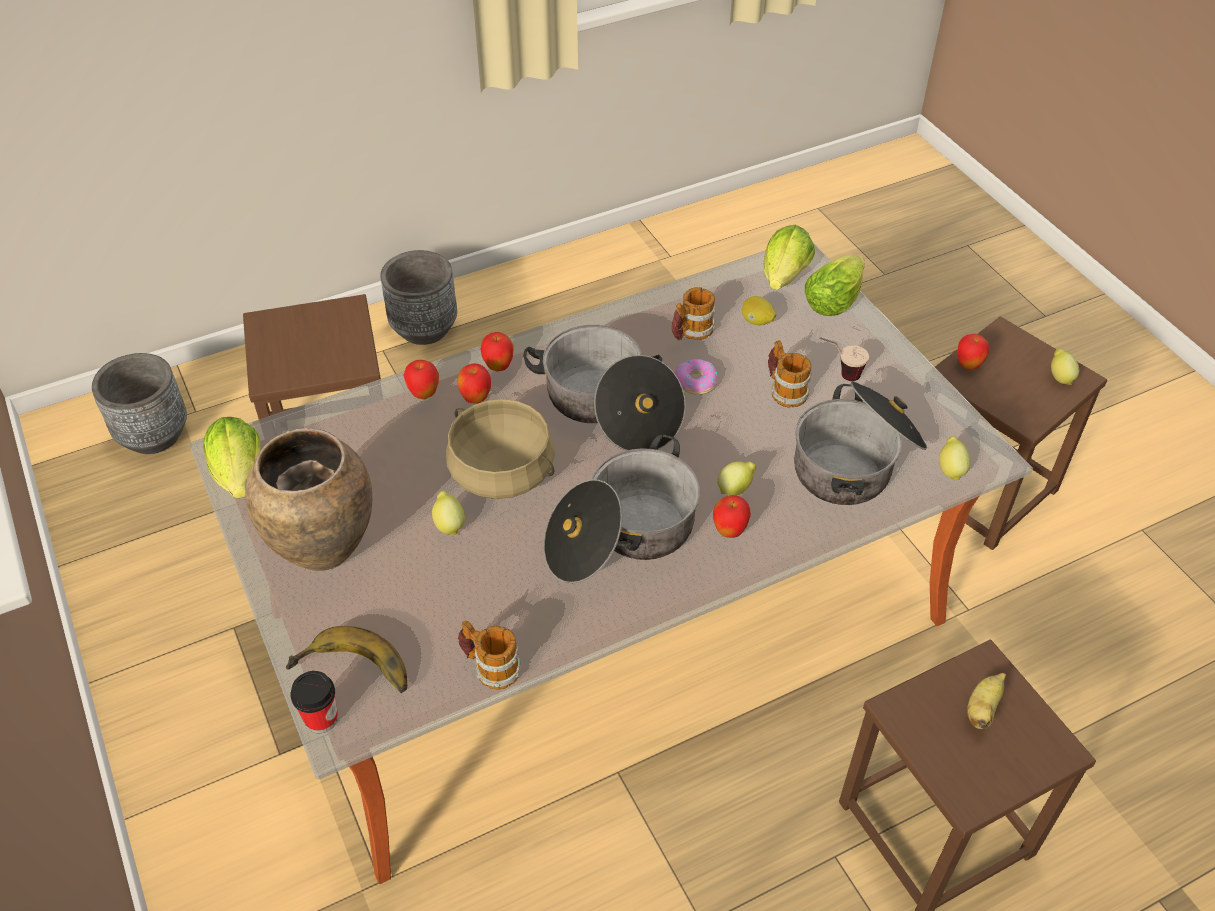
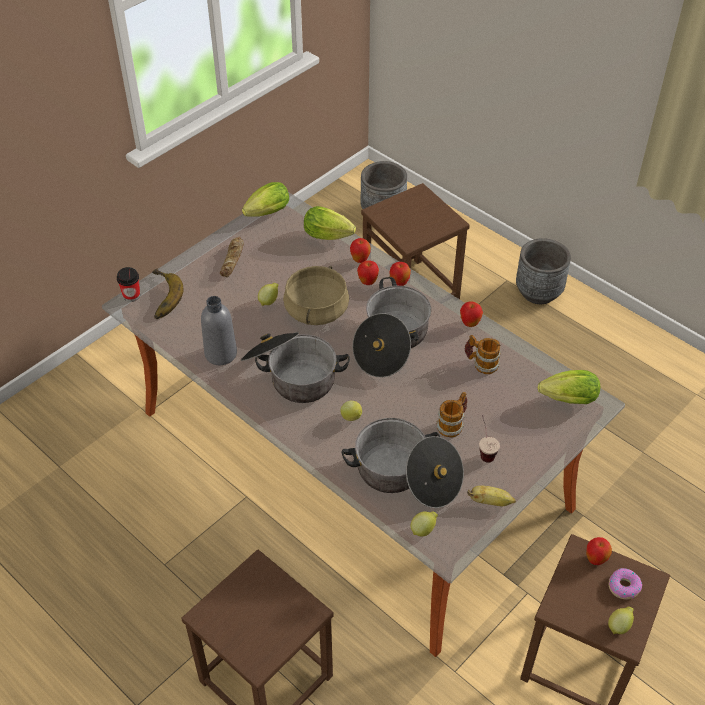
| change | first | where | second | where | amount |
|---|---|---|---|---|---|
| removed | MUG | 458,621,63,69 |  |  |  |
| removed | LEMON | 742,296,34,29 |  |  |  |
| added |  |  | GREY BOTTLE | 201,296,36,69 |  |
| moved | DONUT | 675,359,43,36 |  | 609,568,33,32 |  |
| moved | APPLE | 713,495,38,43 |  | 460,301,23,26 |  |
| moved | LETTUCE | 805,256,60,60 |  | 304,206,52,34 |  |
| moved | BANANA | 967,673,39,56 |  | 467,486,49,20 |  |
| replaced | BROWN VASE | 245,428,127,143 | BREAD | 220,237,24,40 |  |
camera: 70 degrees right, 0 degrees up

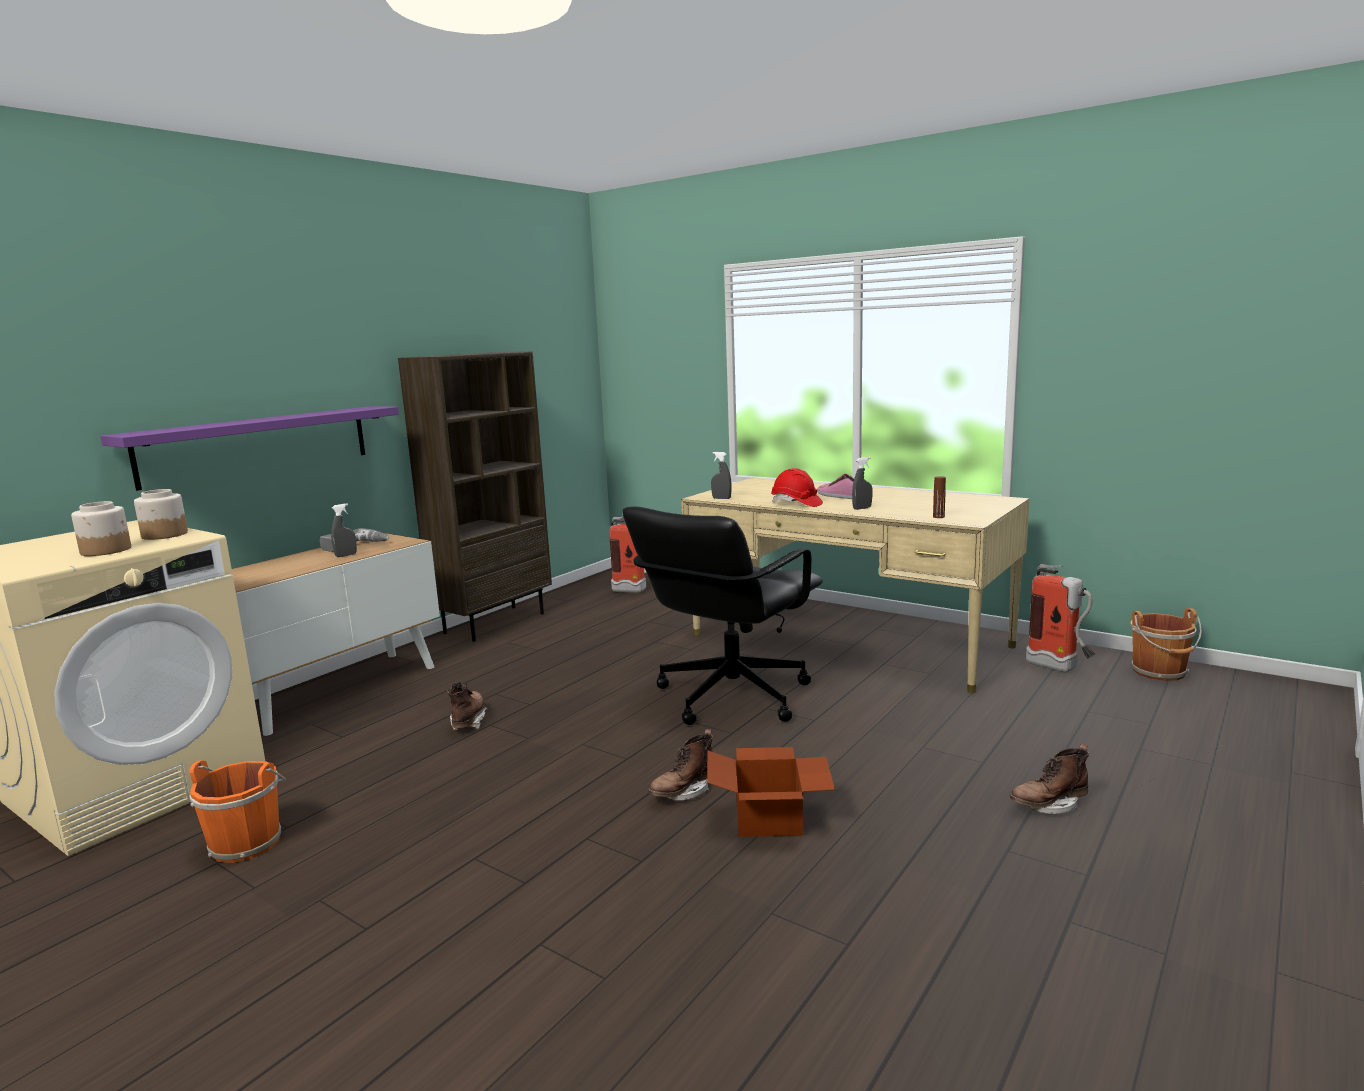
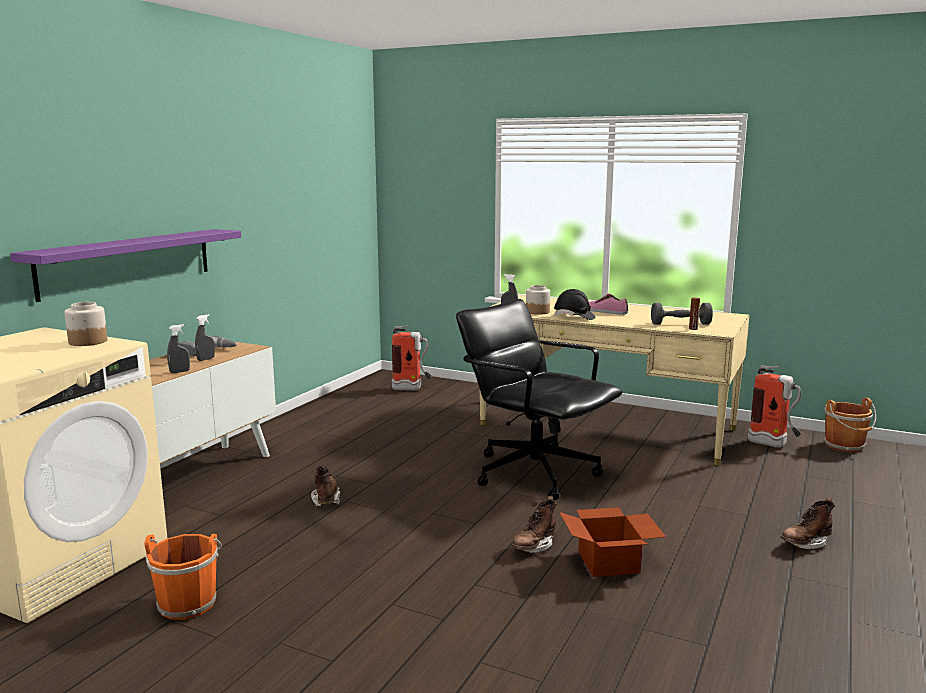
| change | first | where | second | where | amount |
|---|---|---|---|---|---|
| removed | BROWN BOOKCASE | 398,351,154,291 |  |  |  |
| added |  |  | GREY DUMBBELL | 651,303,62,21 |  |
| moved | JAR | 71,501,60,55 |  | 526,285,24,30 |  |
| moved | GREY SPRAY BOTTLE | 852,457,21,53 |  | 167,324,23,49 |  |
| recoloured | RED HARD HAT | 771,468,52,39 | BLACK HARD HAT | 554,289,42,31 |  |
| turned | BLACK OFFICE CHAIR | 622,507,201,218 |  | 456,299,167,201 | 105 degrees clockwise |
camera: 10 degrees left, 0 degrees up

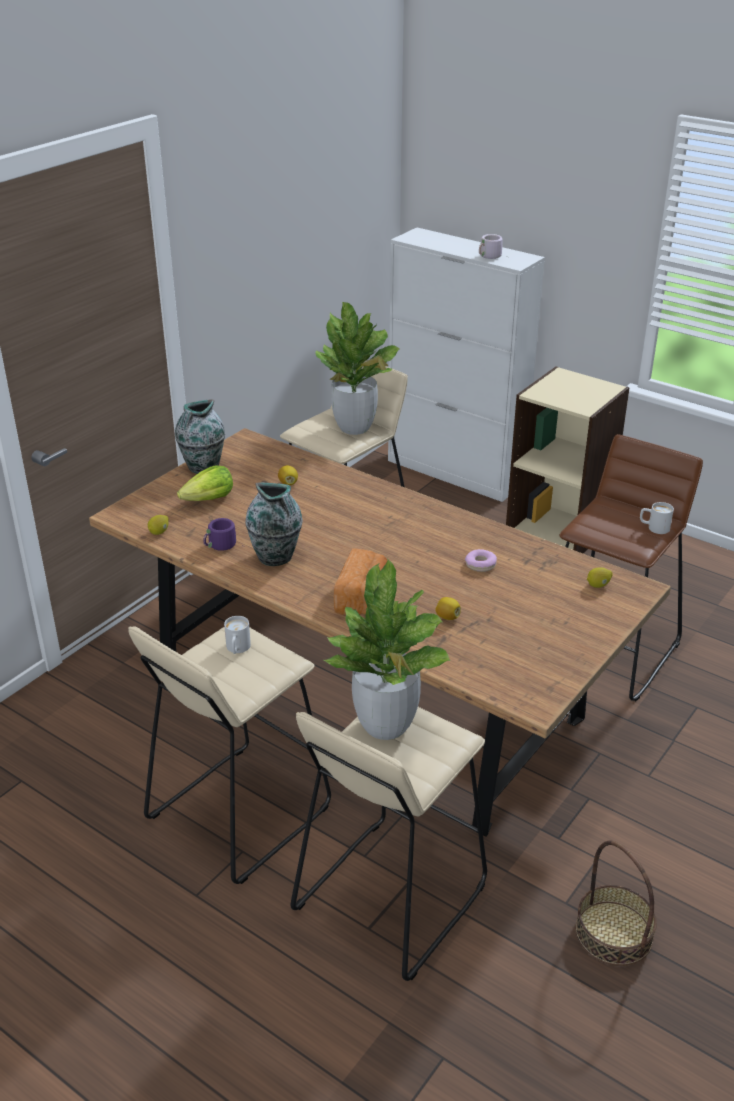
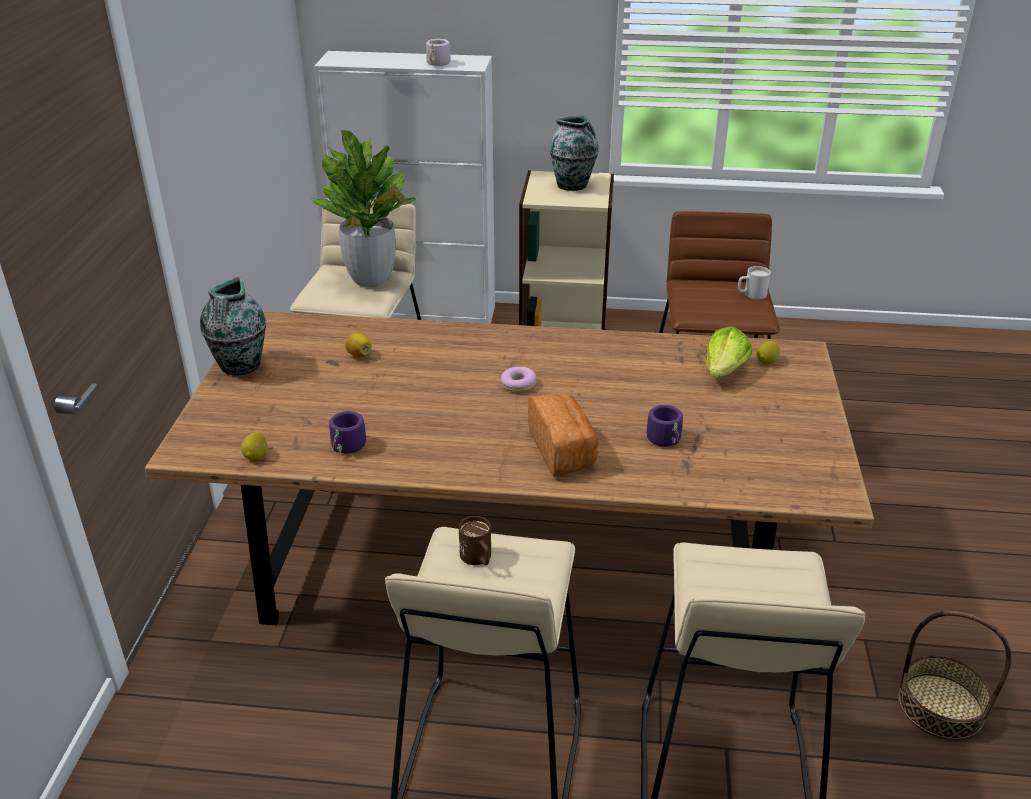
| change | first | where | second | where | amount |
|---|---|---|---|---|---|
| removed | POTTED PLANT | 322,559,128,181 |  |  |  |
| moved | LETTUCE | 177,465,56,36 |  | 705,326,47,52 |  |
| moved | VASE | 245,483,57,83 |  | 550,115,49,76 |  |
| moved | DONUT | 465,549,32,23 |  | 501,367,36,25 |  |
| replaced | LEMON | 435,597,26,23 | PURPLE MUG | 647,405,36,42 |  |
| recoloured | WHITE MUG | 224,616,27,38 | BROWN MUG | 459,516,32,49 |  |
camera: 30 degrees left, 0 degrees up

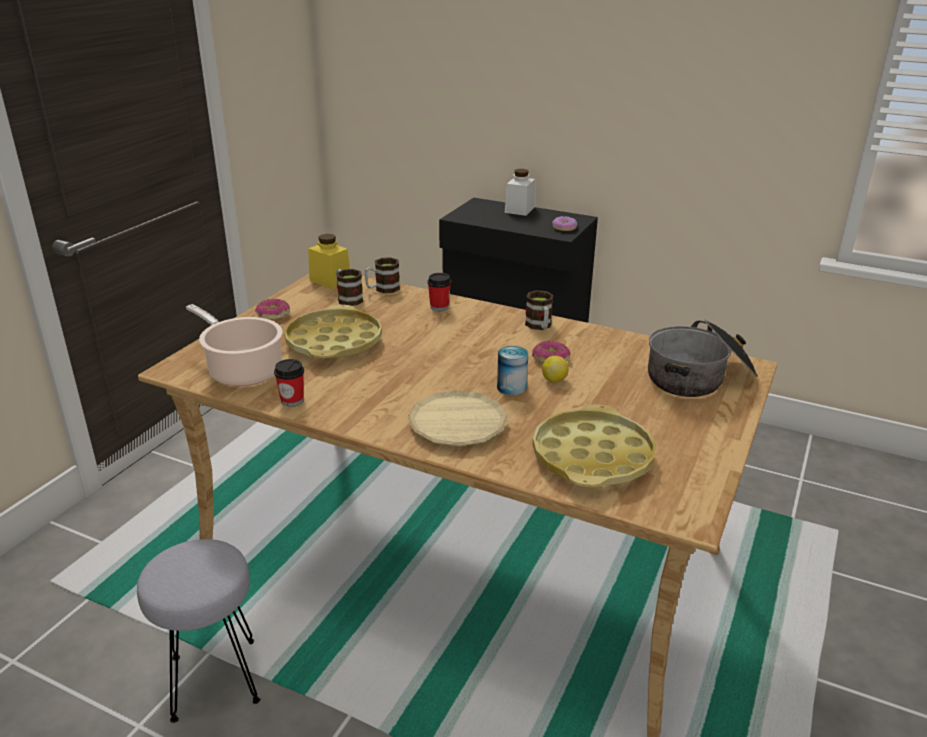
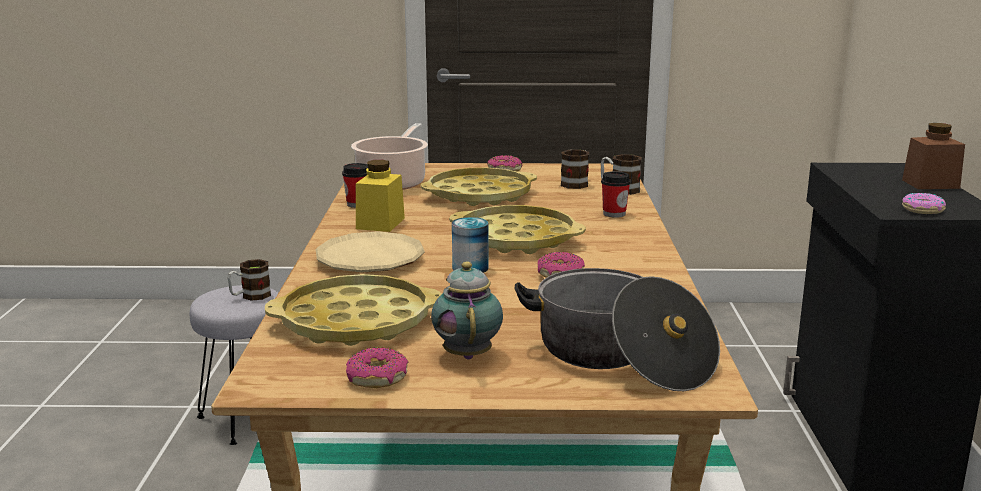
| change | first | where | second | where | amount |
|---|---|---|---|---|---|
| removed | LEMON | 542,356,27,26 |  |  |  |
| added |  |  | DONUT | 346,348,62,40 |  |
| added |  |  | TEAPOT | 431,261,72,99 |  |
| added |  |  | YELLOW TRAY | 449,205,137,49 |  |
| moved | YELLOW JAR | 308,234,42,55 |  | 356,160,49,72 |  |
| moved | MUG | 525,290,28,40 |  | 227,259,44,42 |  |
| recoloured | WHITE JAR | 505,169,30,47 | BROWN JAR | 902,123,63,66 |  |
camera: 65 degrees right, 10 degrees down

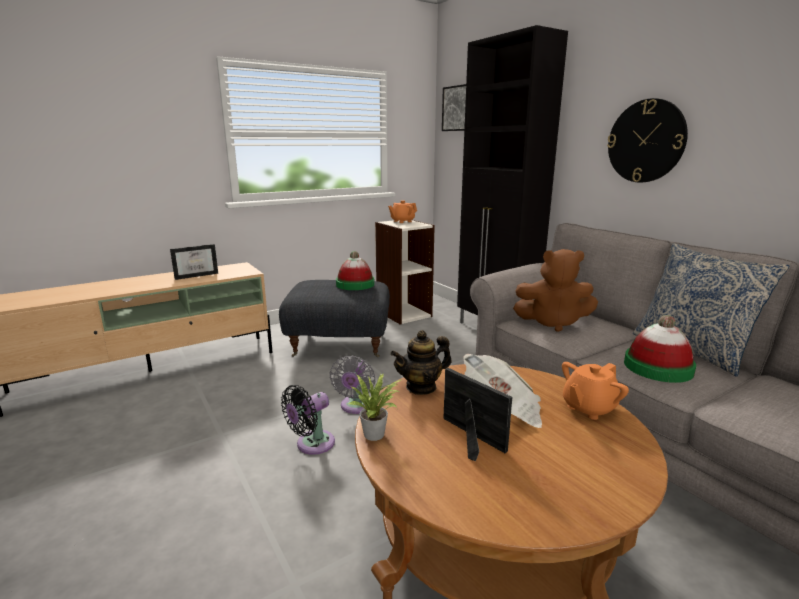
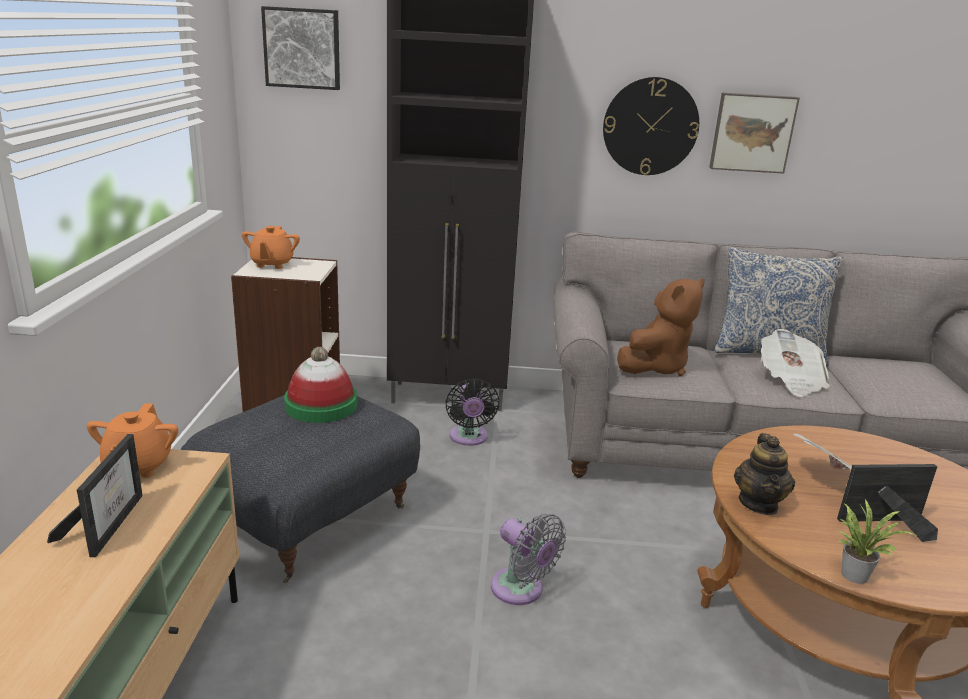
| change | first | where | second | where | amount |
|---|---|---|---|---|---|
| added |  |  | PICTURE | 709,93,91,81 |  |
| moved | BLACK FAN | 281,385,54,70 |  | 445,378,54,68 |  |
| moved | ORANGE TEAPOT | 562,362,67,58 |  | 86,403,92,75 |  |
| replaced | HAT | 624,315,72,68 | NEWSPAPER | 761,329,69,68 |  |
camera: 55 degrees left, 5 degrees up

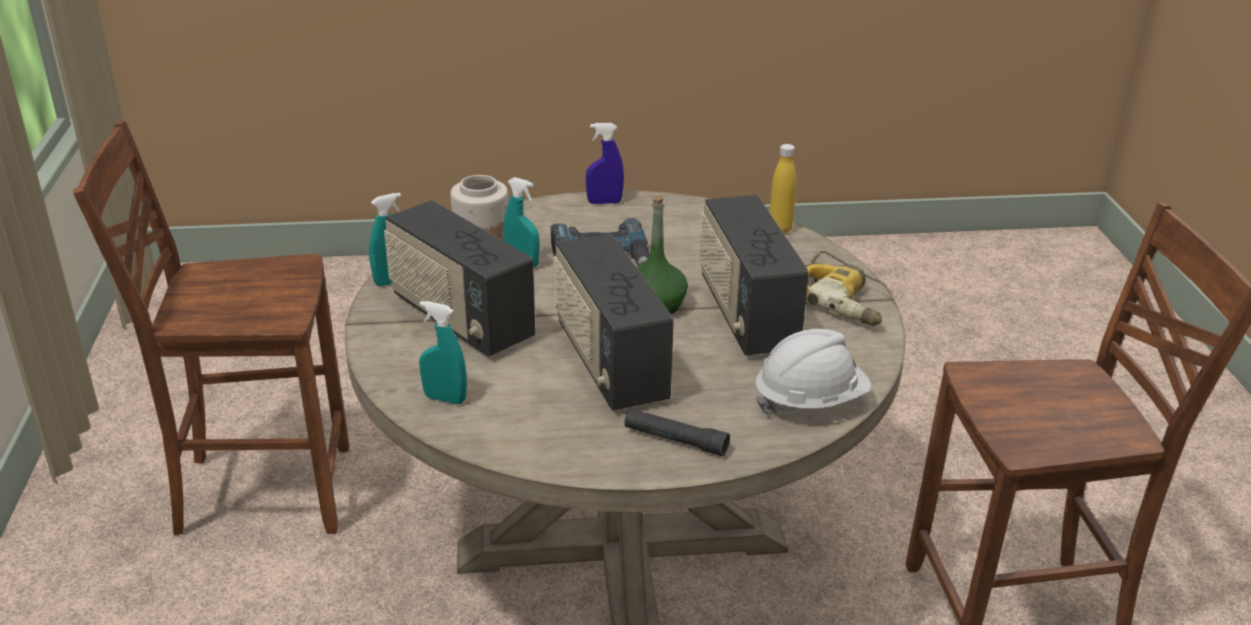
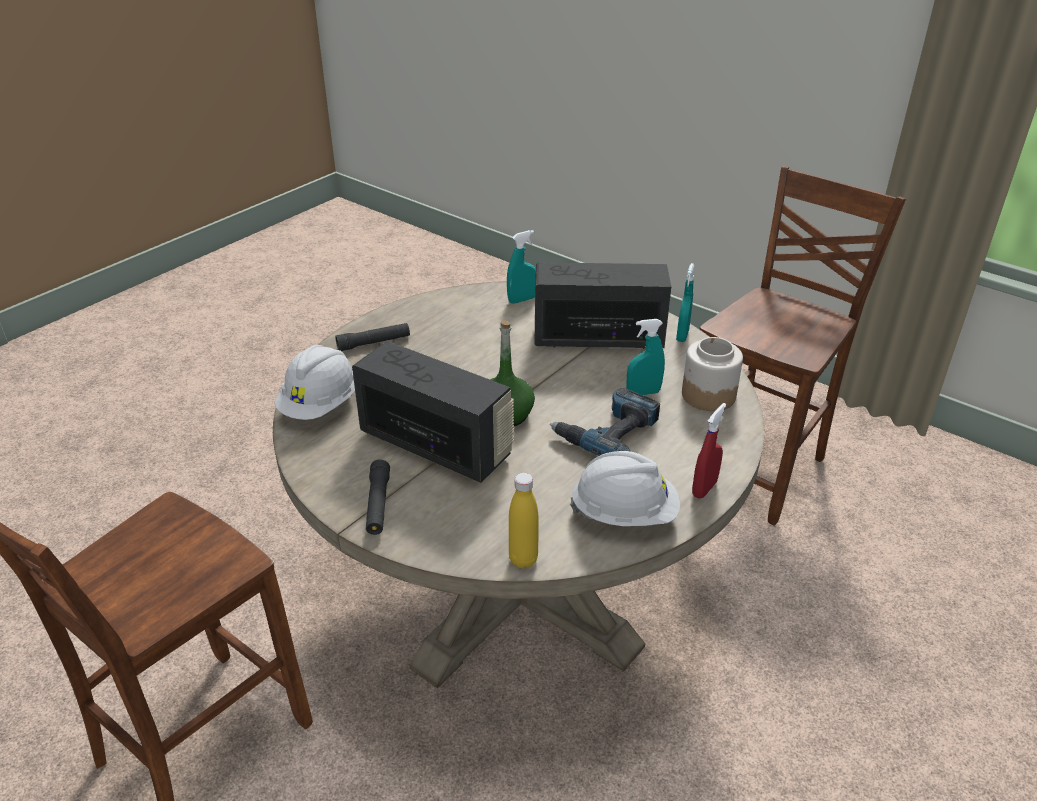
| change | first | where | second | where | amount |
|---|---|---|---|---|---|
| removed | RADIO | 554,234,120,176 |  |  |  |
| added |  |  | WHITE HARD HAT | 570,451,110,75 |  |
| replaced | POWER DRILL | 805,251,88,75 | BLACK FLASHLIGHT | 366,459,24,76 |  |
| recoloured | BLUE SPRAY BOTTLE | 586,123,38,81 | RED SPRAY BOTTLE | 692,403,34,96 |  |
camera: 135 degrees right, 5 degrees up

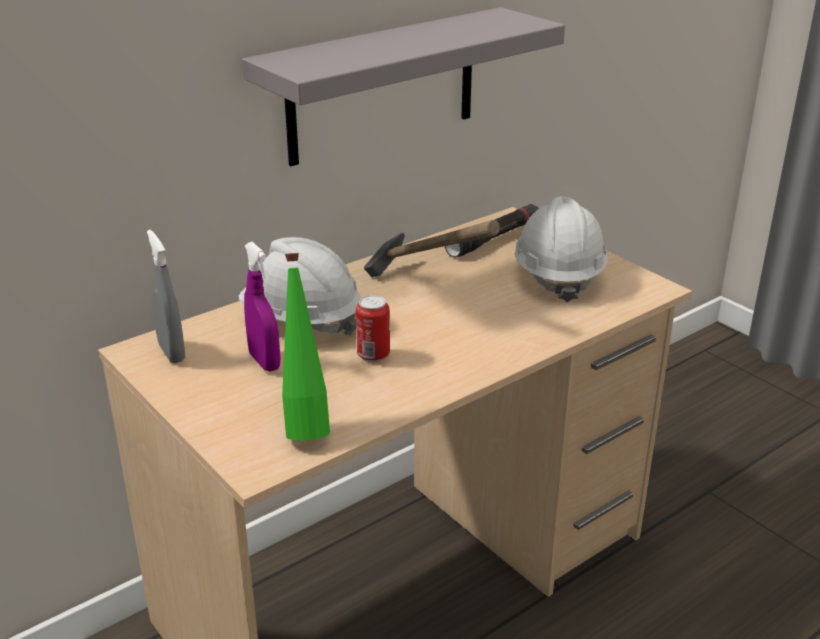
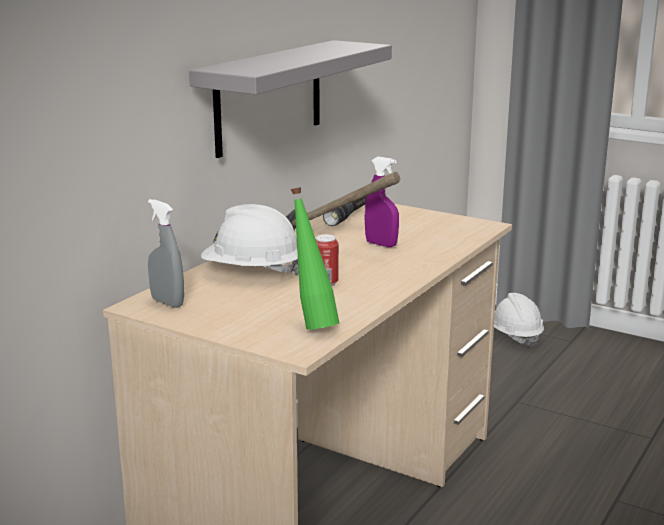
| change | first | where | second | where | amount |
|---|---|---|---|---|---|
| moved | PURPLE SPRAY BOTTLE | 244,242,36,130 |  | 365,156,34,91 |  |
| moved | WHITE HARD HAT | 515,196,93,106 |  | 494,293,50,55 |  |
camera: 20 degrees left, 10 degrees down

